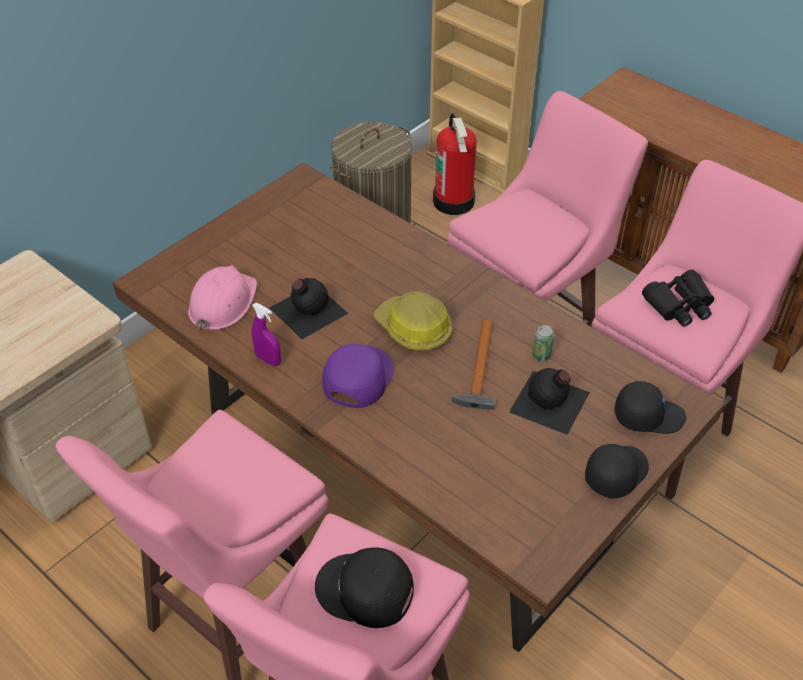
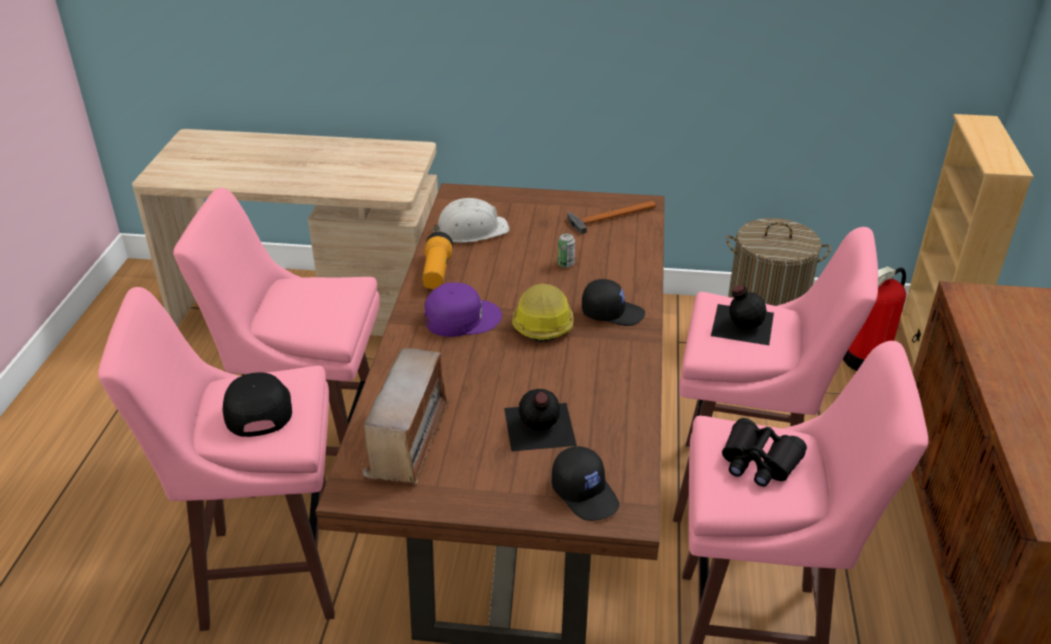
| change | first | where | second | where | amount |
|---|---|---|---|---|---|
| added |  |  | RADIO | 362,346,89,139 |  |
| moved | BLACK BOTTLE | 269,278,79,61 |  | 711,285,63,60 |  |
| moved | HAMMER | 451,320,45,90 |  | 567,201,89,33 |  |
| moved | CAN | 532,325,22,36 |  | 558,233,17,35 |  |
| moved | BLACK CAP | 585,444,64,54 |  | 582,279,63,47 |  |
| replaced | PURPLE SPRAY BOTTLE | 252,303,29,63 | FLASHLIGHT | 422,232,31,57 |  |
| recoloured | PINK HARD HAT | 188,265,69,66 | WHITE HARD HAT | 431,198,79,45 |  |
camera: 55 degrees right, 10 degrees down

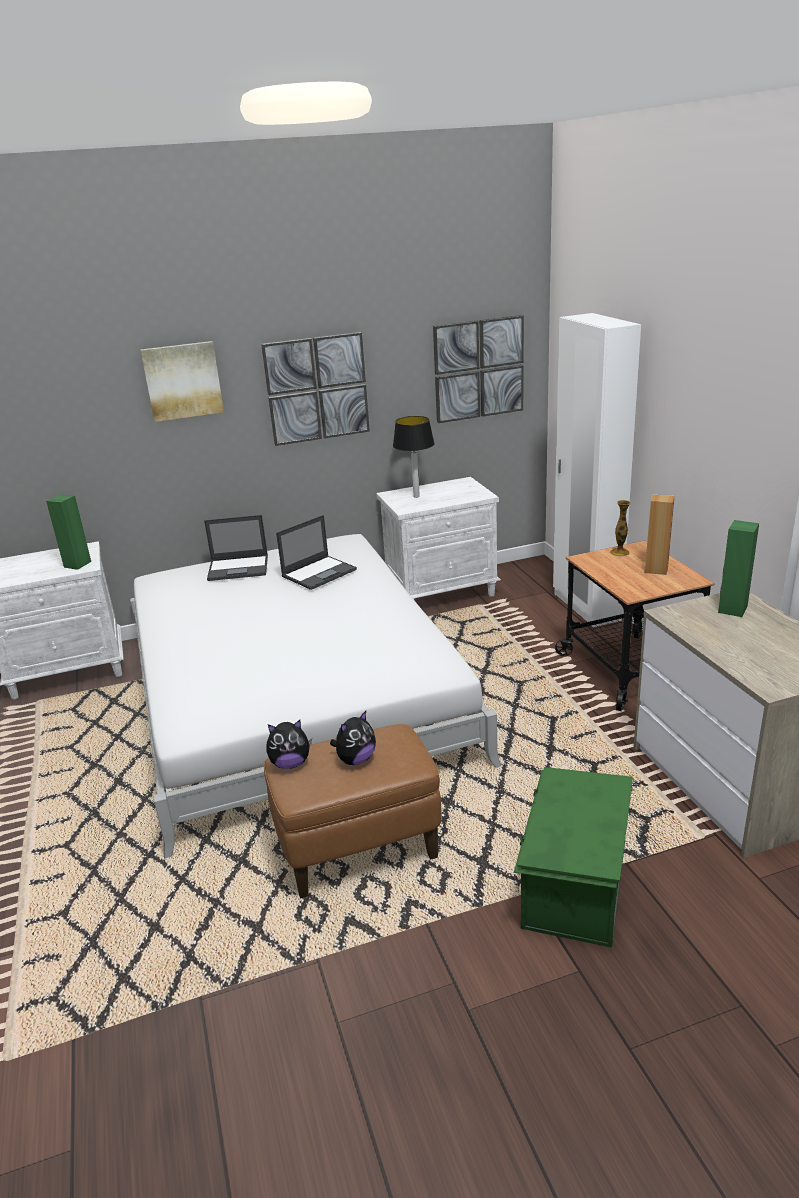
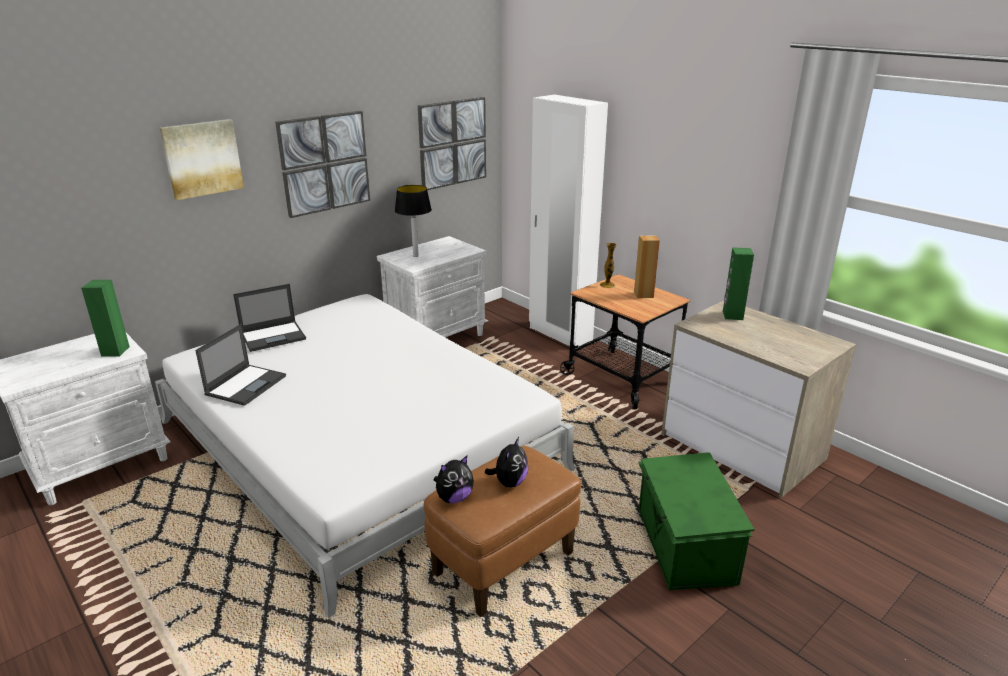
| change | first | where | second | where | amount |
|---|---|---|---|---|---|
| moved | LAPTOP | 276,515,81,75 |  | 195,324,91,82 |  |
camera: 25 degrees left, 0 degrees up

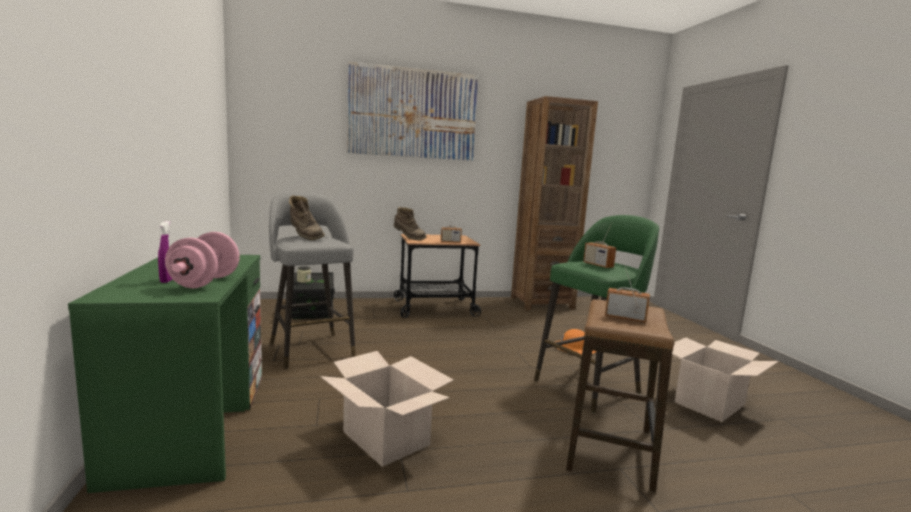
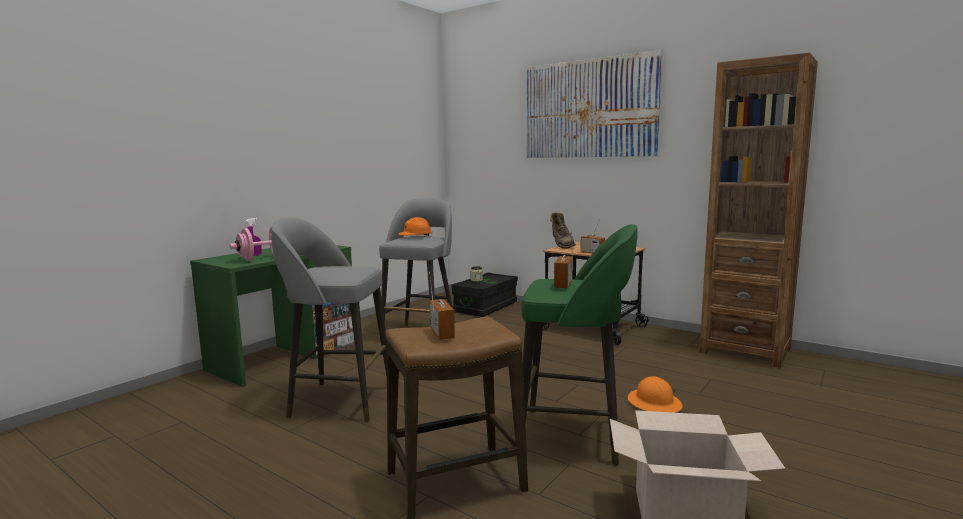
| change | first | where | second | where | amount |
|---|---|---|---|---|---|
| replaced | BROWN BOOT | 289,195,36,45 | ORANGE HARD HAT | 398,217,35,19 |  |
| replaced | CARDBOARD BOX | 320,351,133,116 | GREY STOOL | 272,218,115,204 |  |
camera: 50 degrees right, 0 degrees up

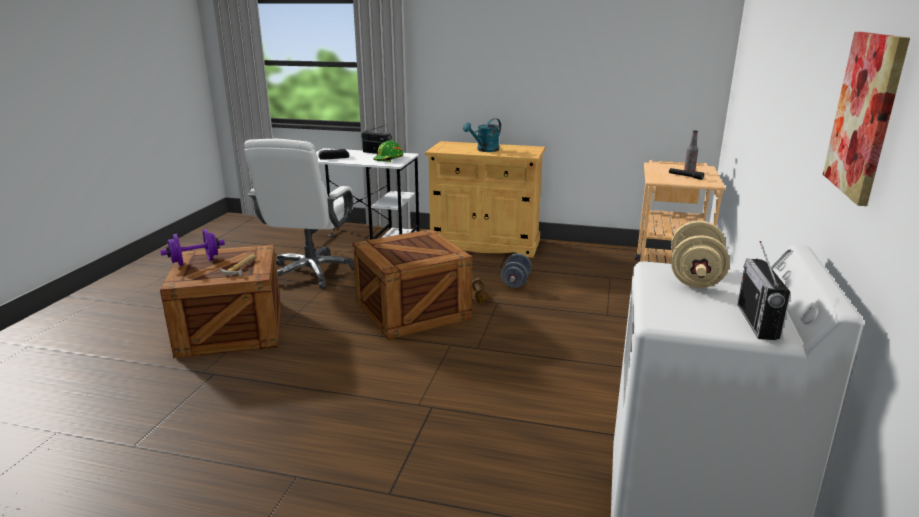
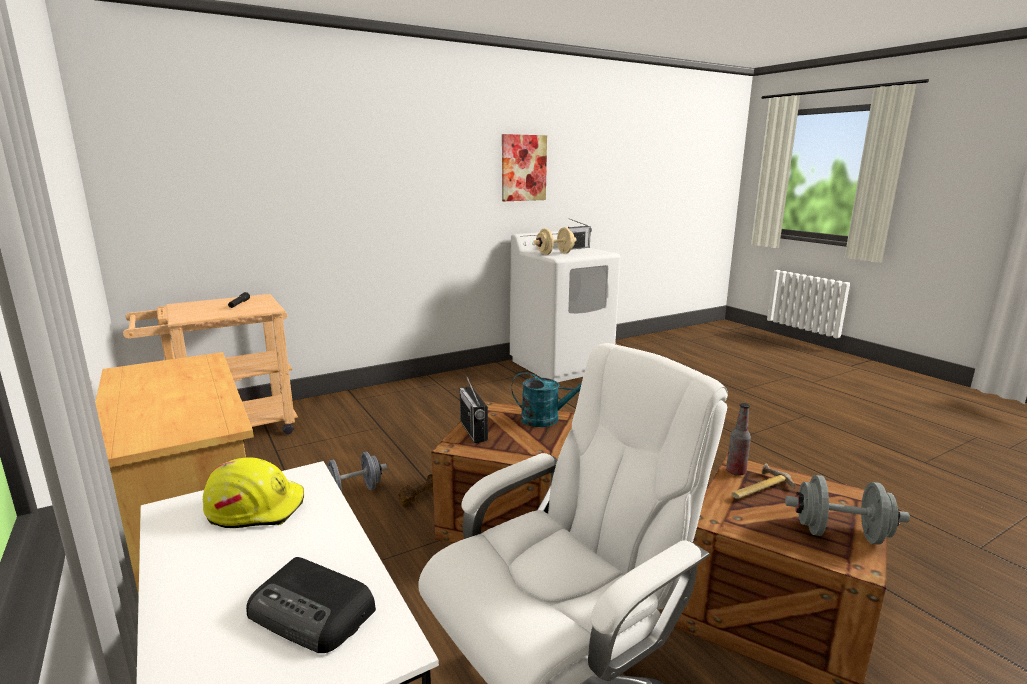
| change | first | where | second | where | amount |
|---|---|---|---|---|---|
| moved | RADIO | 361,125,31,29 |  | 459,375,29,68 |  |
| moved | TURQUOISE WATERING CAN | 463,118,38,34 |  | 511,372,71,55 |  |
| moved | BOTTLE | 684,130,14,42 |  | 726,403,25,73 |  |
| recoloured | PURPLE DUMBBELL | 160,229,65,37 | GREY DUMBBELL | 785,475,125,70 |  |
| recoloured | GREEN HARD HAT | 373,140,30,22 | YELLOW HARD HAT | 203,457,101,71 |  |
camera: 135 degrees left, 5 degrees down

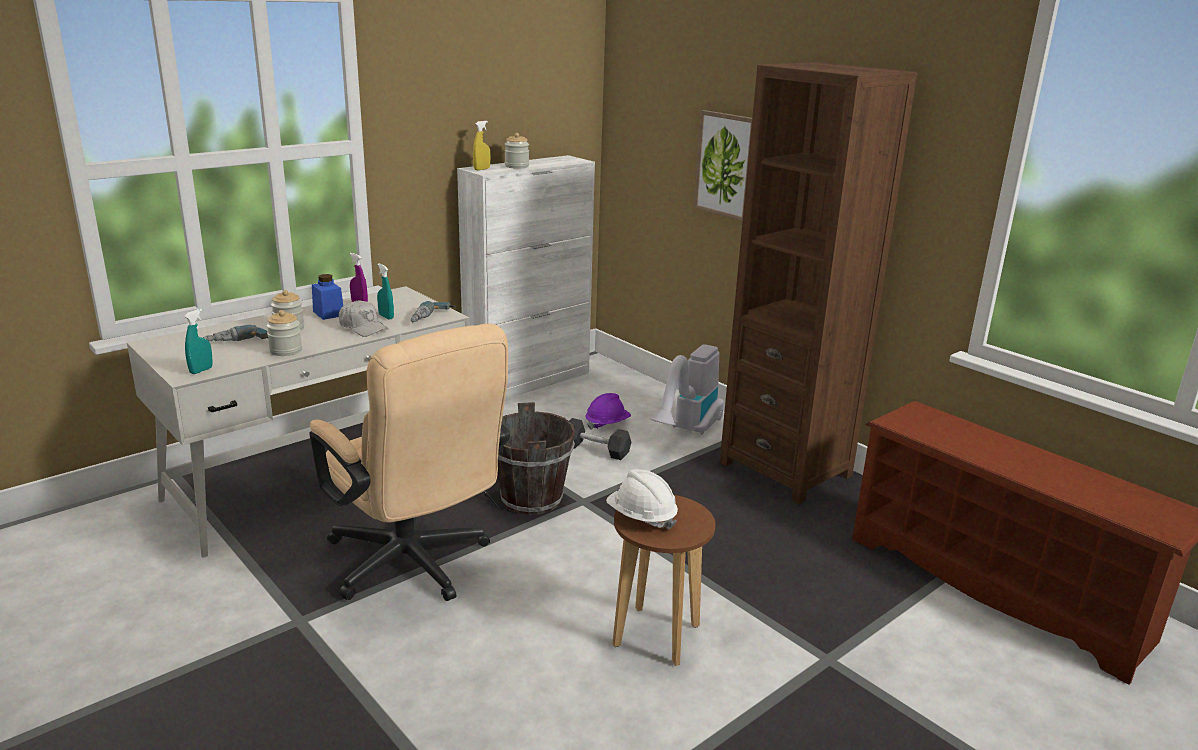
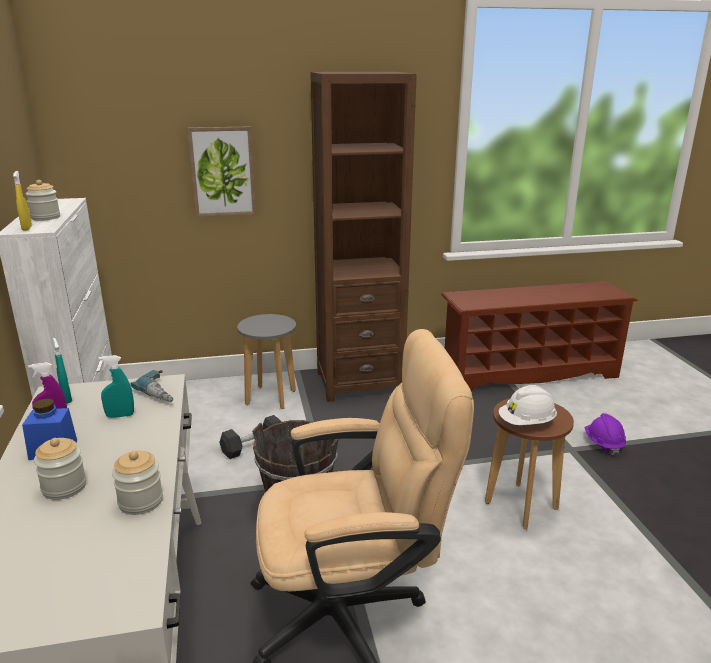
| change | first | where | second | where | amount |
|---|---|---|---|---|---|
| removed | POWER DRILL | 203,325,65,17 |  |  |  |
| removed | WHITE CAP | 339,300,49,37 |  |  |  |
| moved | TURQUOISE SPRAY BOTTLE | 184,309,29,65 |  | 53,338,19,66 |  |
| moved | PURPLE HARD HAT | 585,393,46,37 |  | 585,413,41,43 |  |
| replaced | VACUUM CLEANER | 650,344,74,91 | GREY STOOL | 237,314,59,95 |  |
camera: 60 degrees left, 0 degrees up

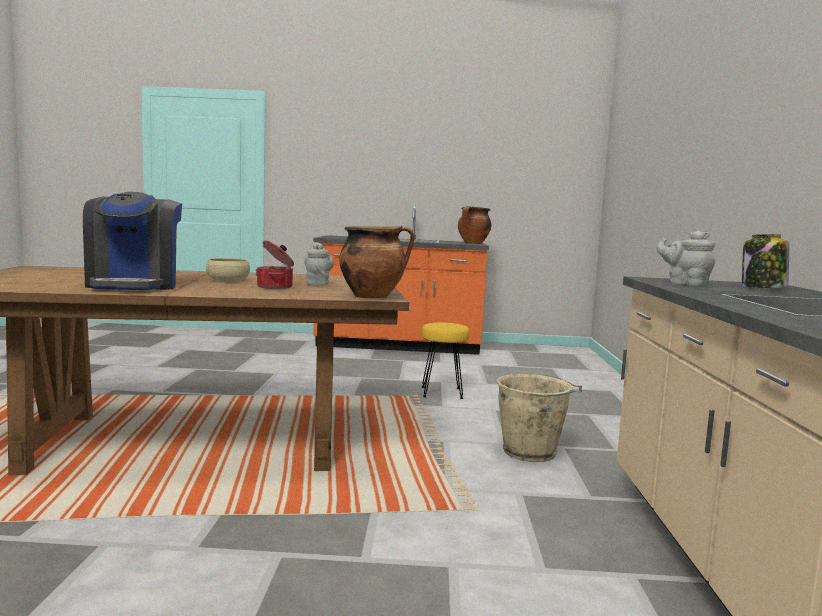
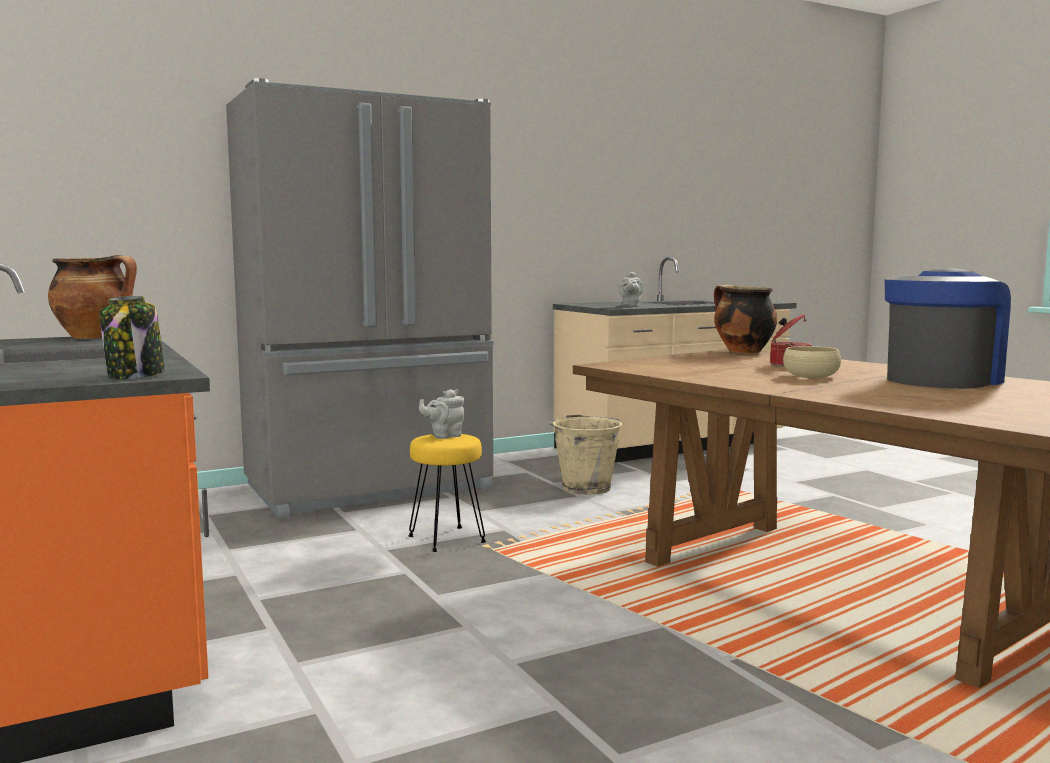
| change | first | where | second | where | amount |
|---|---|---|---|---|---|
| added |  |  | GREY FRIDGE | 226,78,267,440 |  |
| moved | GREY TEAPOT | 304,242,30,43 |  | 419,389,46,50 |  |
| moved | JAR | 742,234,47,54 |  | 100,296,65,83 |  |
camera: 120 degrees left, 0 degrees up

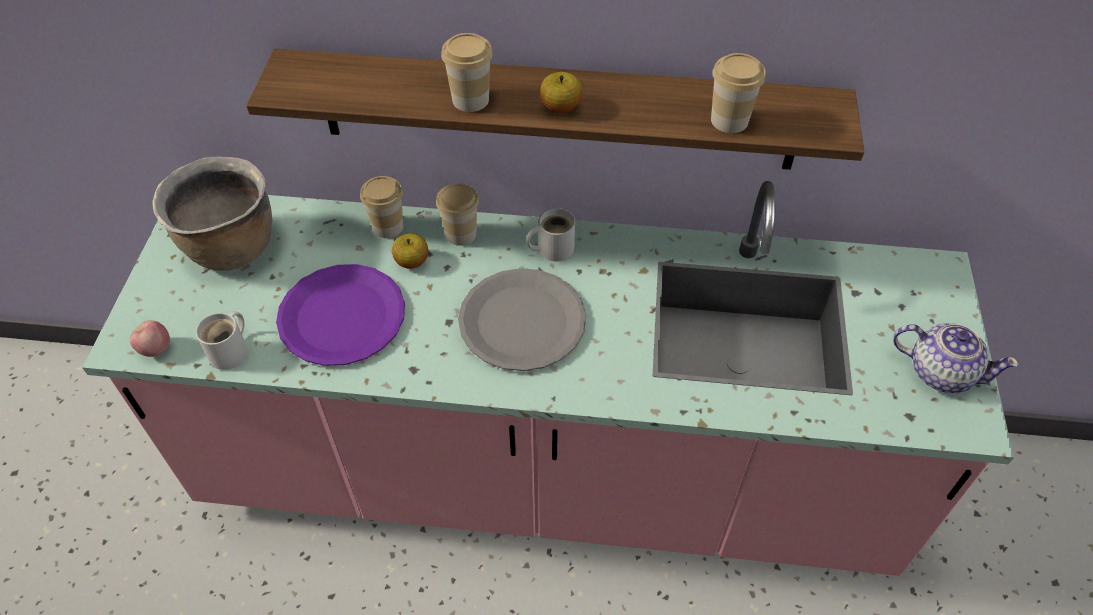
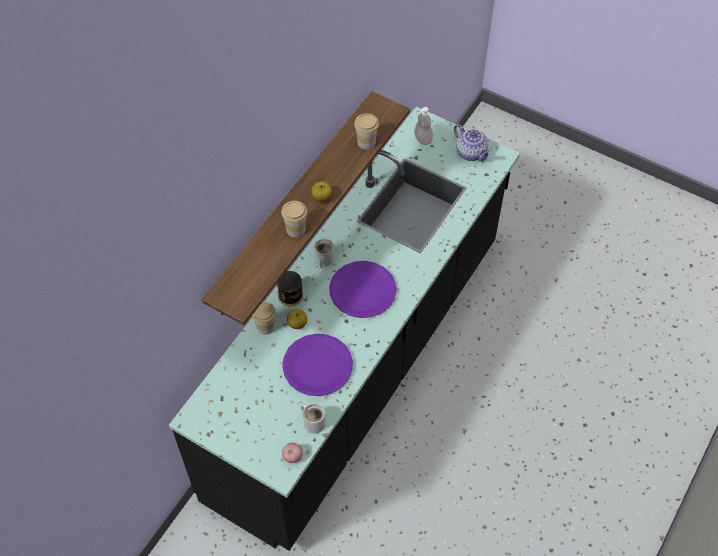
| change | first | where | second | where | amount |
|---|---|---|---|---|---|
| removed | BROWN COOKING POT | 152,156,120,115 |  |  |  |
| added |  |  | SOAP DISPENSER | 414,107,19,38 |  |
| replaced | CUP | 436,183,43,63 | CAN | 277,271,26,35 |  |
| recoloured | PINK COUNTER | 82,181,932,395 | BLACK COUNTER | 169,107,351,444 |  |
| recoloured | GREY PLATE | 458,268,128,103 | PURPLE PLATE | 329,261,68,57 |  |
| turned | TEAPOT | 893,323,126,70 |  | 454,124,38,37 | 90 degrees clockwise |
camera: 65 degrees left, 5 degrees up

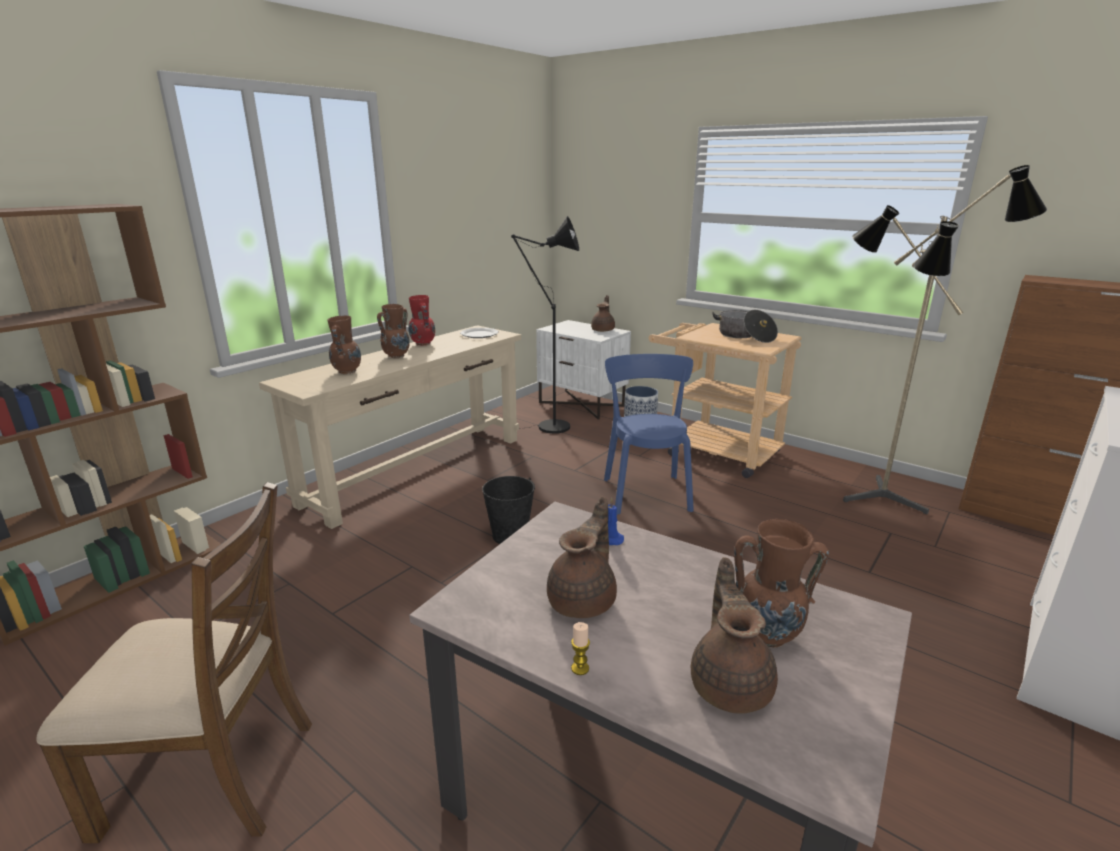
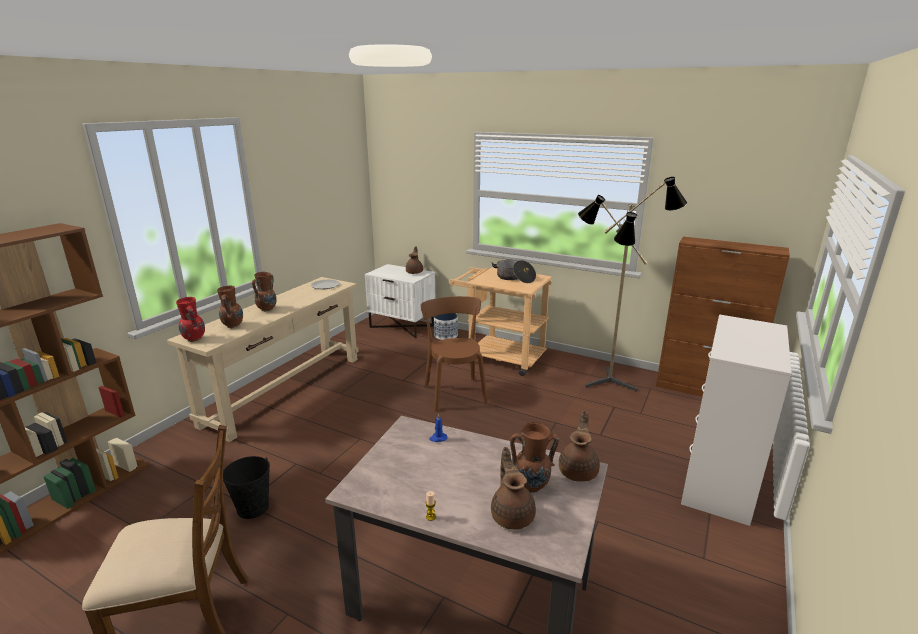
| change | first | where | second | where | amount |
|---|---|---|---|---|---|
| removed | BLACK FLOOR LAMP | 511,216,68,218 |  |  |  |
| moved | RED VASE | 408,295,27,51 |  | 176,297,29,45 |  |
| moved | BLACK BUCKET | 482,476,53,68 |  | 223,456,47,63 |  |
| moved | BROWN TEAPOT | 547,497,70,121 |  | 559,410,41,72 |  |
| recoloured | BLUE CHAIR | 604,354,90,161 | BROWN CHAIR | 421,296,67,115 |  |
camera: 10 degrees left, 0 degrees up

